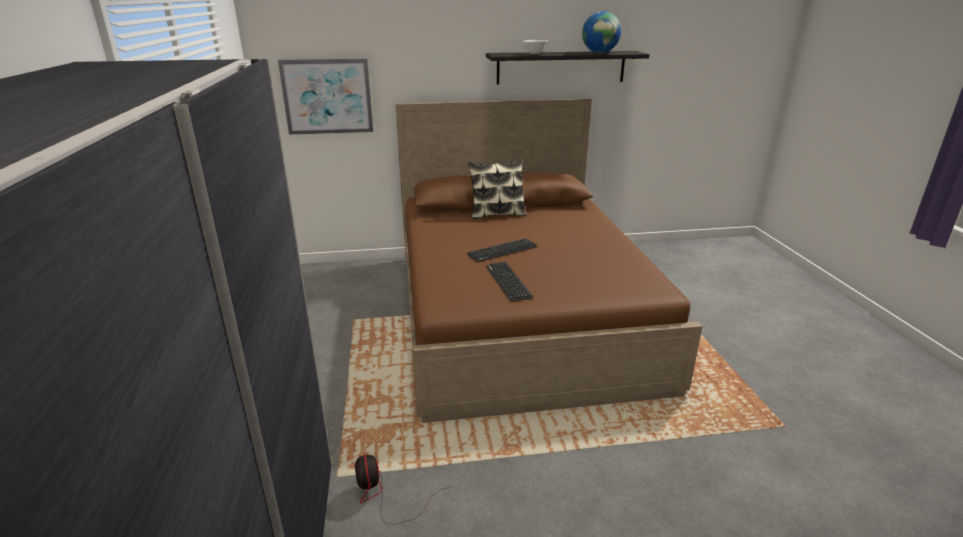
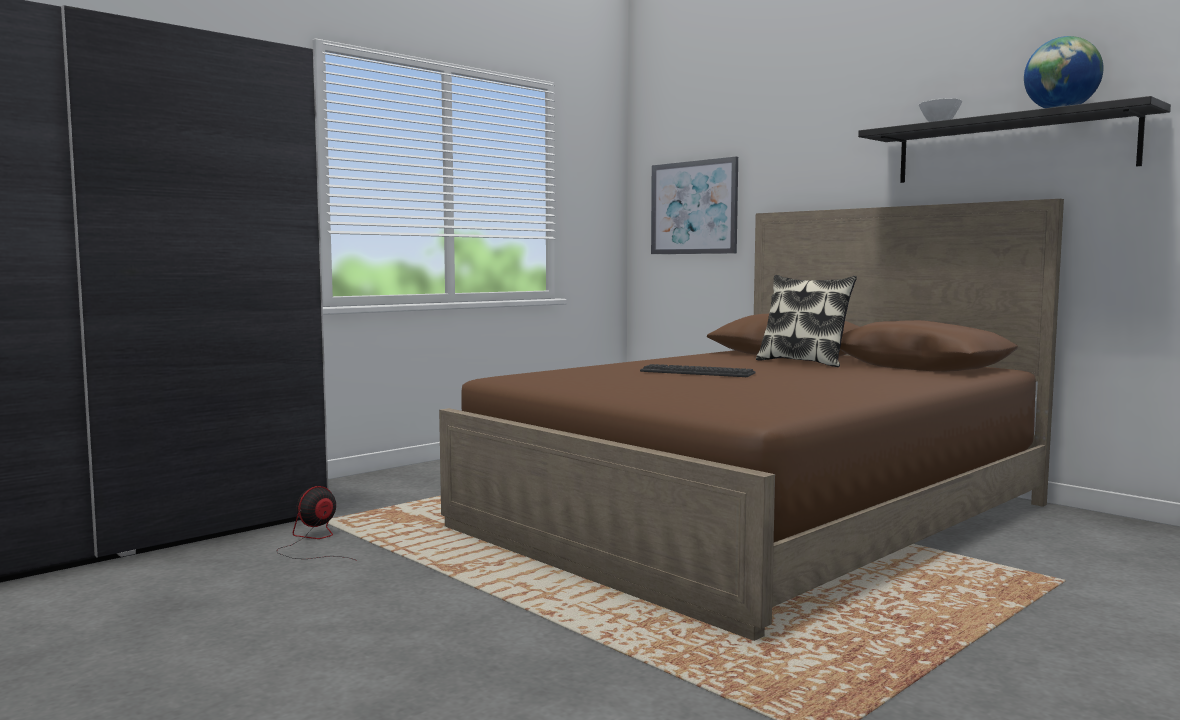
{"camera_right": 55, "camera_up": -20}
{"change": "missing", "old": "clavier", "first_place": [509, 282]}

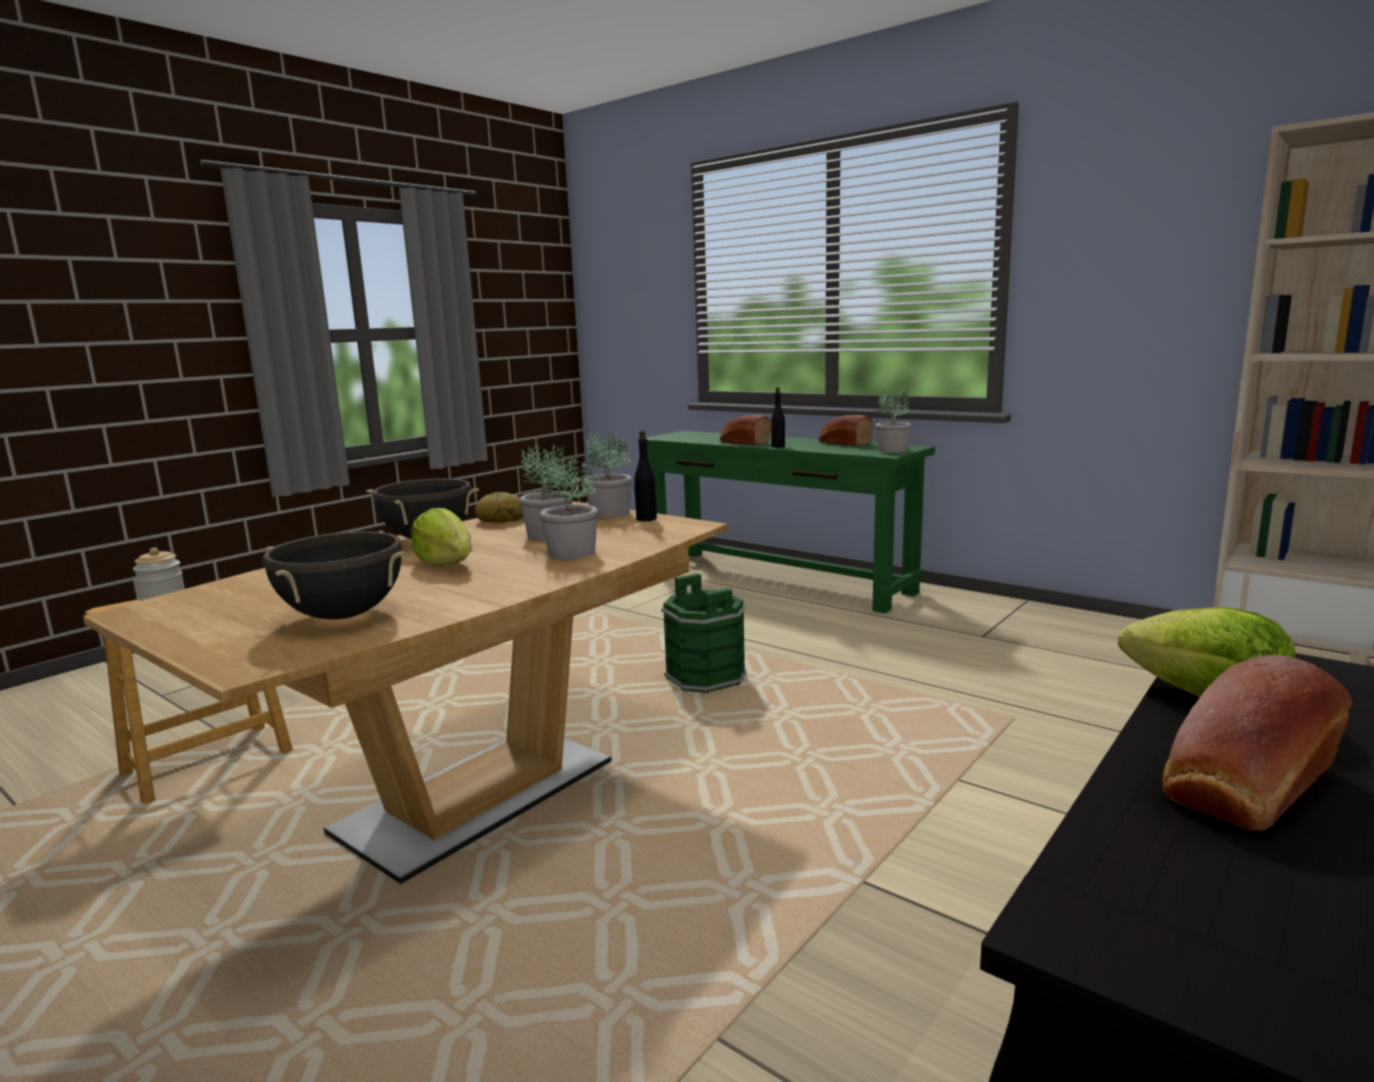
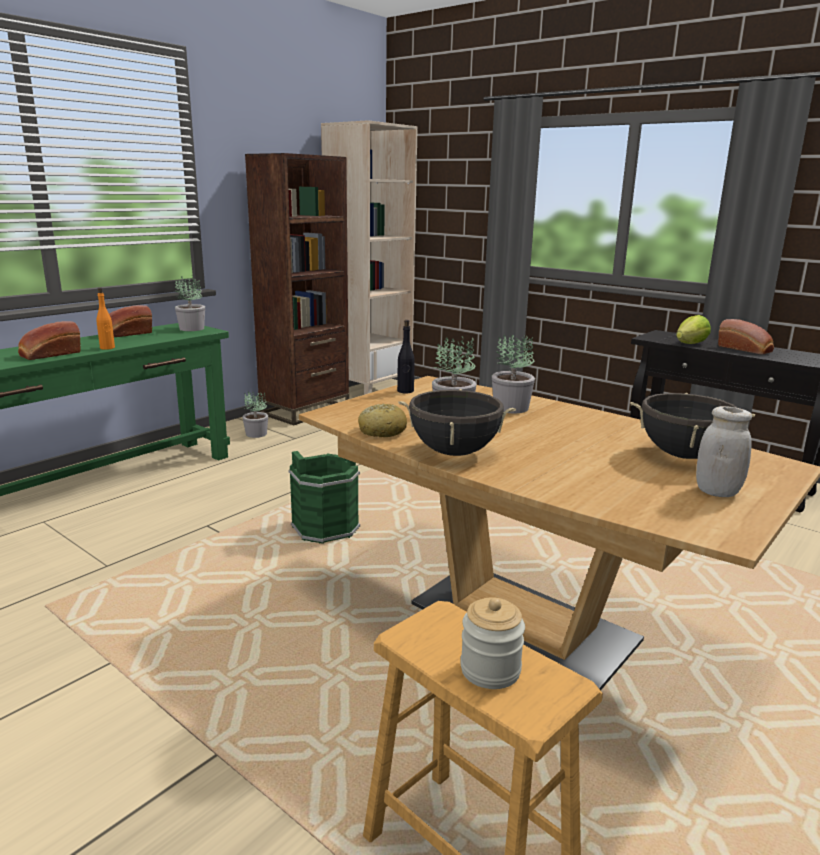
{"camera_right": -90, "camera_up": 5}
{"change": "missing", "old": "laitue", "first_place": [441, 537]}
{"change": "relocated", "old": "plante en pot", "first_place": [608, 474], "second_place": [255, 415]}
{"change": "colour", "old": "bouteille/noir", "new": "bouteille/orange", "first_place": [778, 417], "second_place": [105, 319]}
{"change": "appeared", "new": "bibliothèque/marron", "second_place": [297, 289]}
{"change": "appeared", "new": "bocal/blanc", "second_place": [724, 451]}

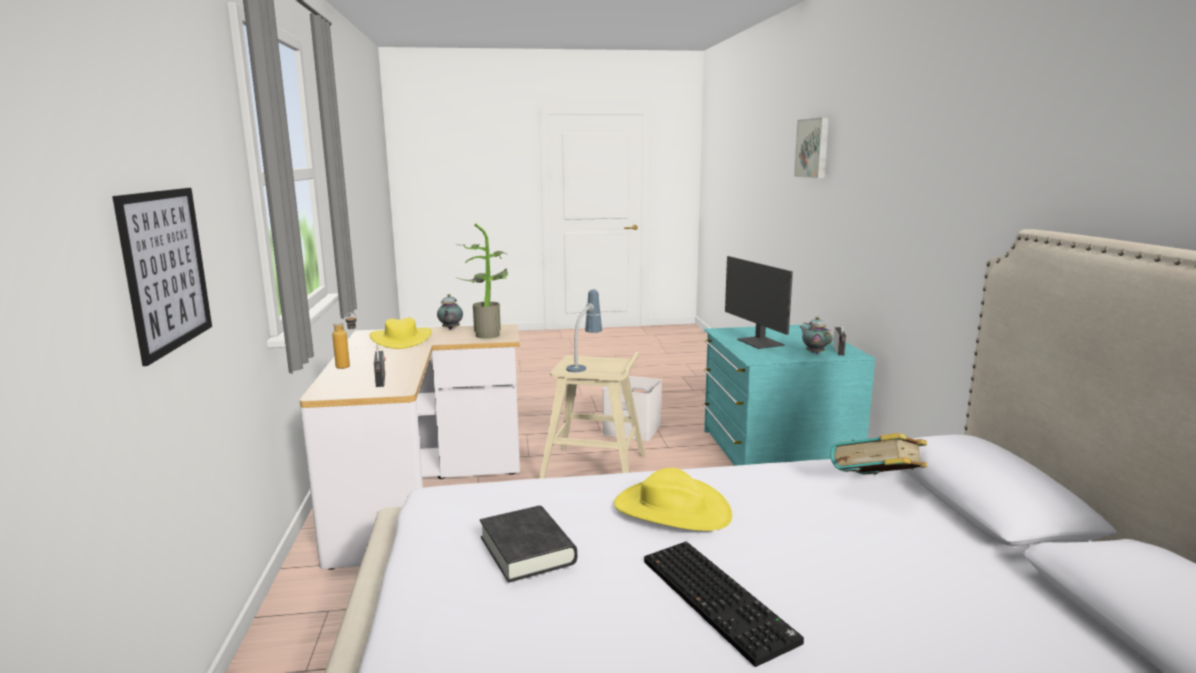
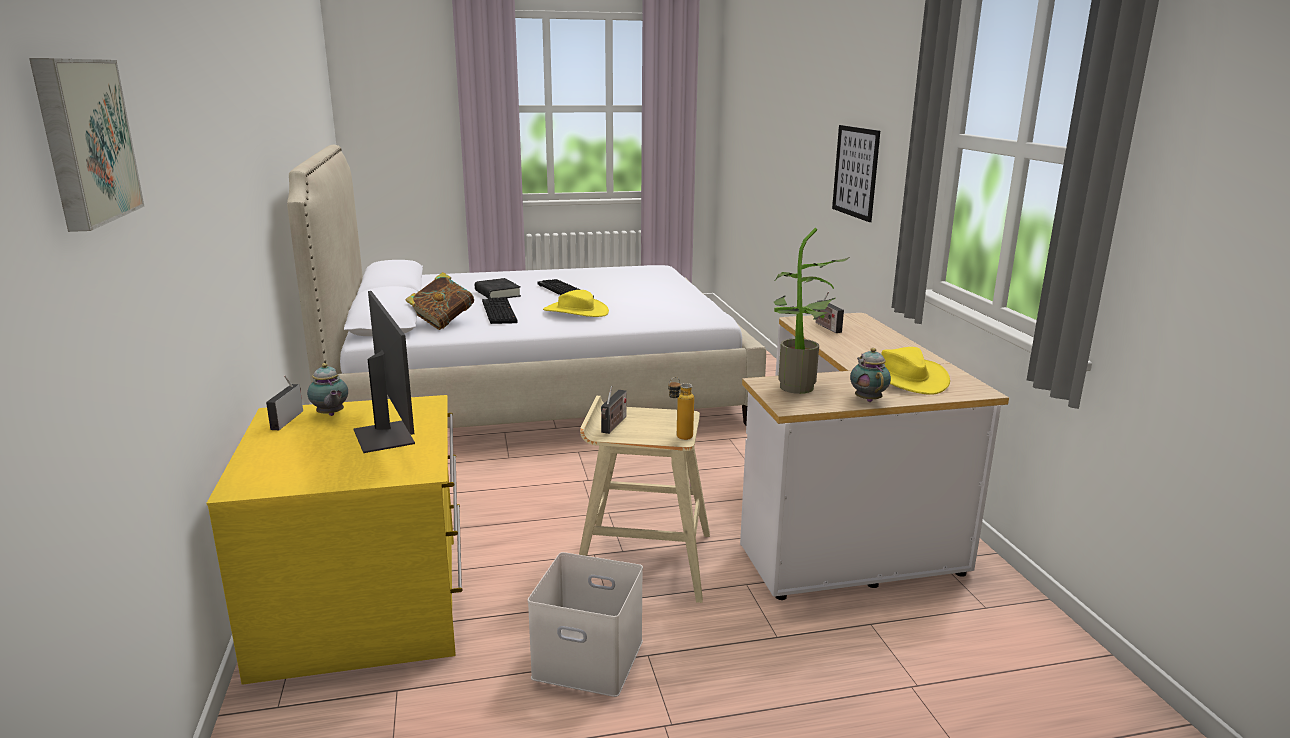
{"camera_right": 175, "camera_up": 5}
{"change": "relocated", "old": "bouteille", "first_place": [344, 340], "second_place": [681, 408]}
{"change": "relocated", "old": "livre/noir", "first_place": [528, 544], "second_place": [498, 288]}
{"change": "missing", "old": "lampe de table", "first_place": [584, 330]}
{"change": "colour", "old": "commode/turquoise", "new": "commode/jaune", "first_place": [789, 395], "second_place": [334, 540]}
{"change": "appeared", "new": "clavier", "second_place": [499, 311]}
{"change": "appeared", "new": "radio", "second_place": [614, 410]}

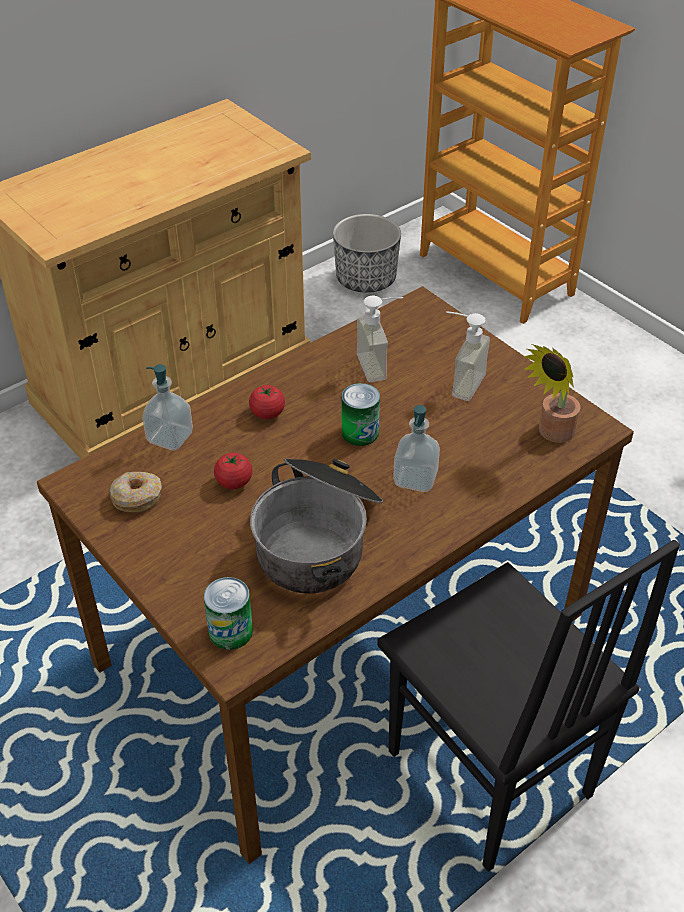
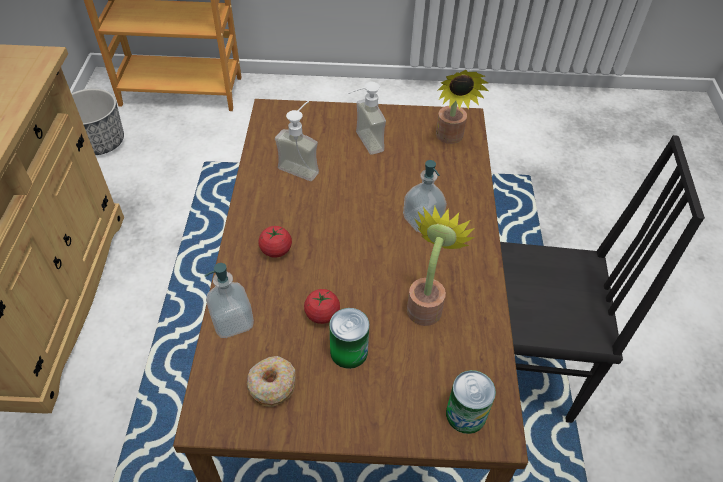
{"camera_right": -50, "camera_up": 5}
{"change": "exchanged", "old": "marmite", "new": "plante en pot", "first_place": [316, 526], "second_place": [441, 266]}
{"change": "relocated", "old": "boîte métallique", "first_place": [361, 414], "second_place": [349, 338]}

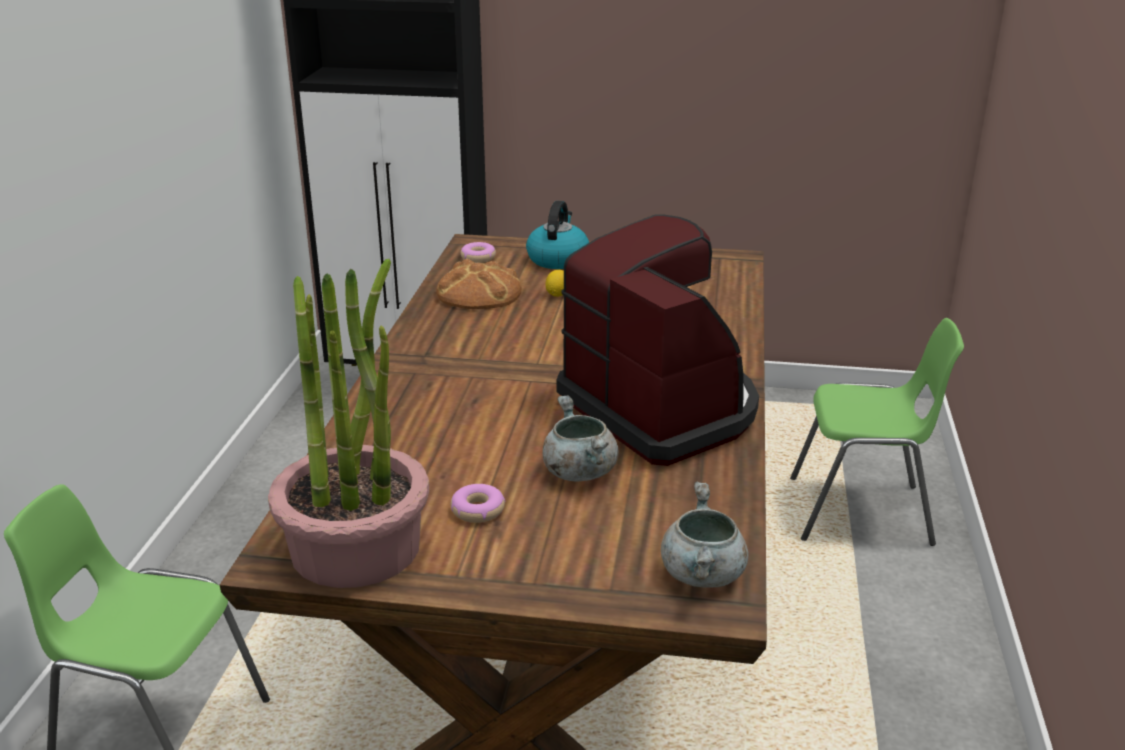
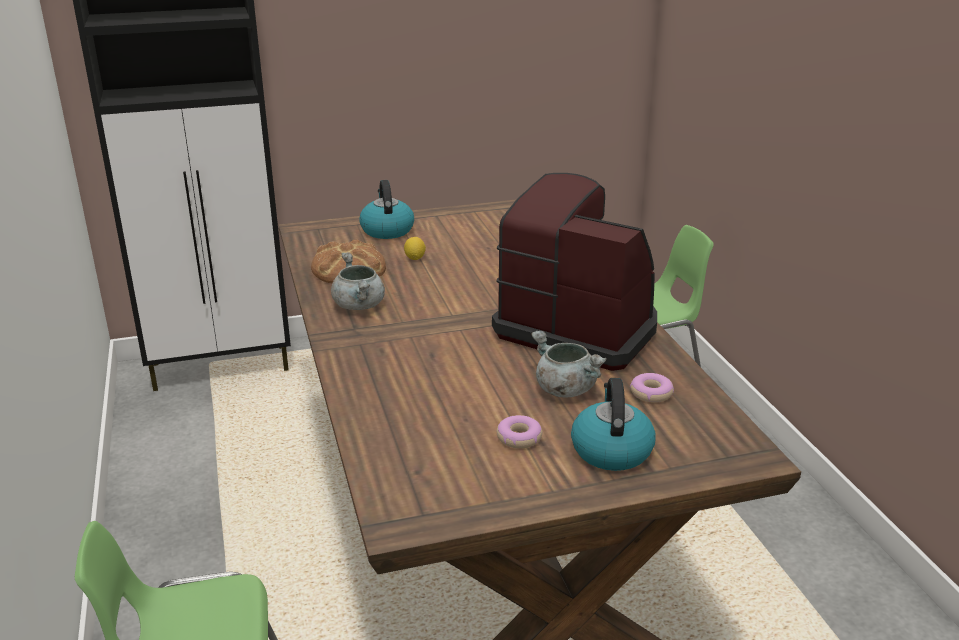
{"camera_right": -25, "camera_up": 0}
{"change": "missing", "old": "plante en pot", "first_place": [348, 423]}
{"change": "relocated", "old": "beignet", "first_place": [478, 252], "second_place": [652, 388]}
{"change": "relocated", "old": "marmite/gris", "first_place": [705, 535], "second_place": [358, 281]}
{"change": "appeared", "new": "bouilloire", "second_place": [613, 424]}

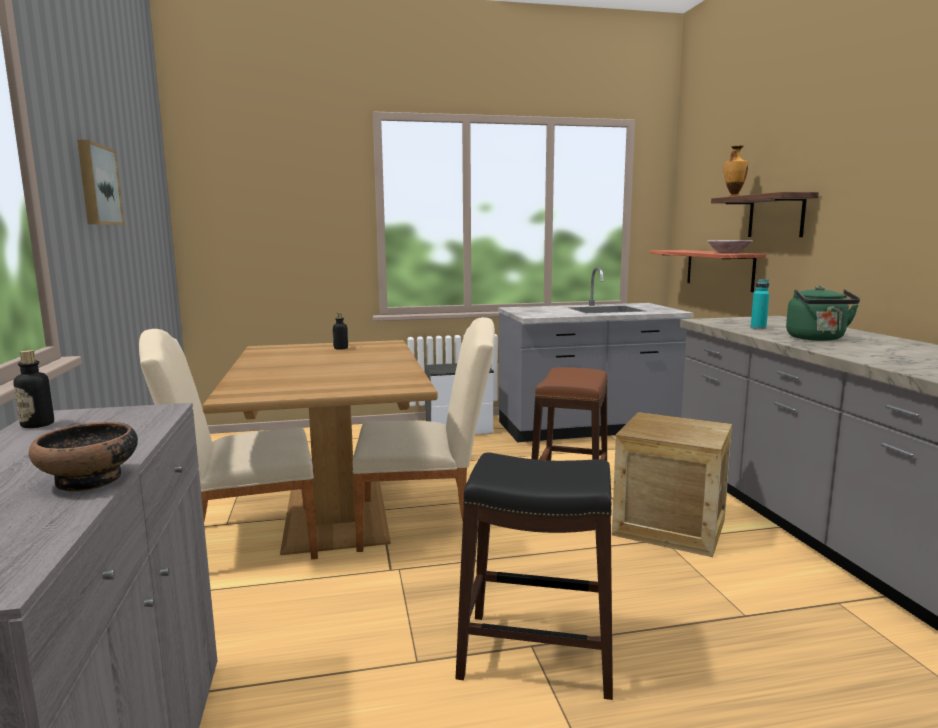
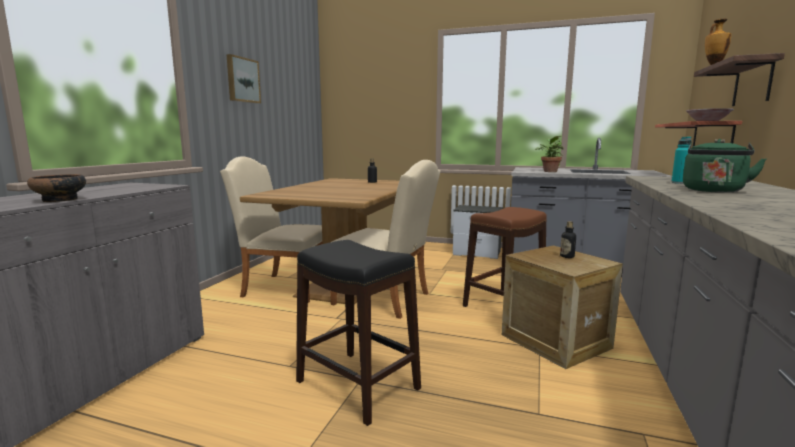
{"camera_right": 30, "camera_up": 0}
{"change": "relocated", "old": "bouteille", "first_place": [33, 389], "second_place": [568, 239]}
{"change": "appeared", "new": "plante en pot", "second_place": [549, 154]}

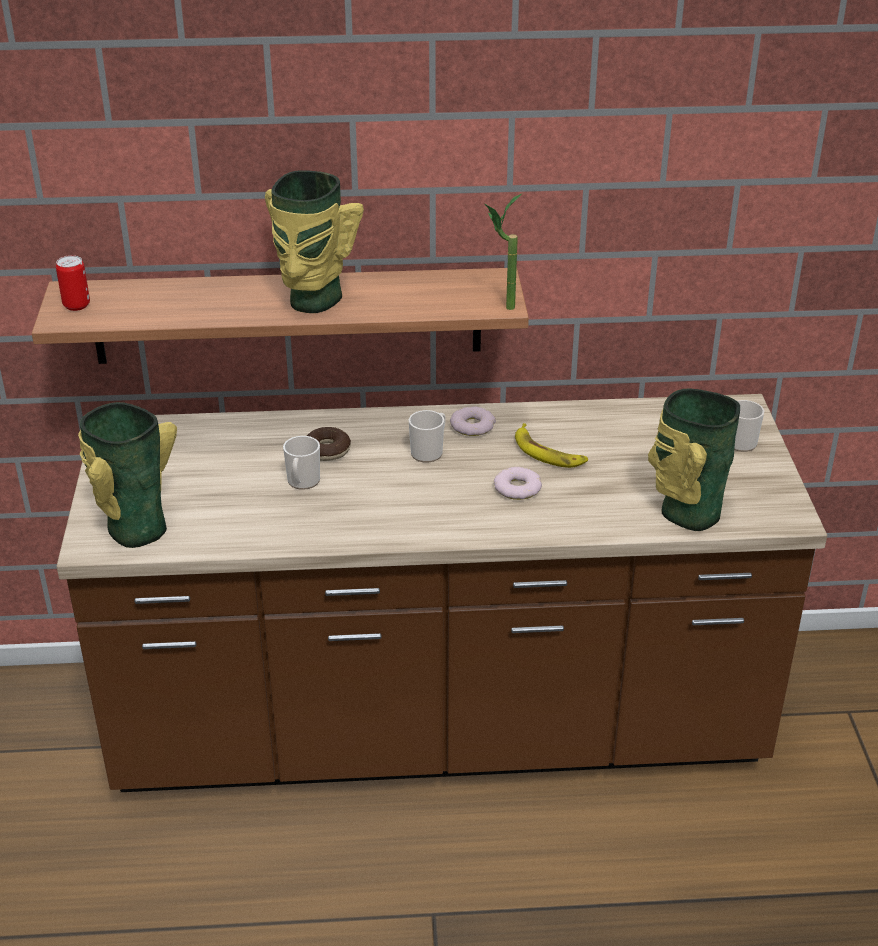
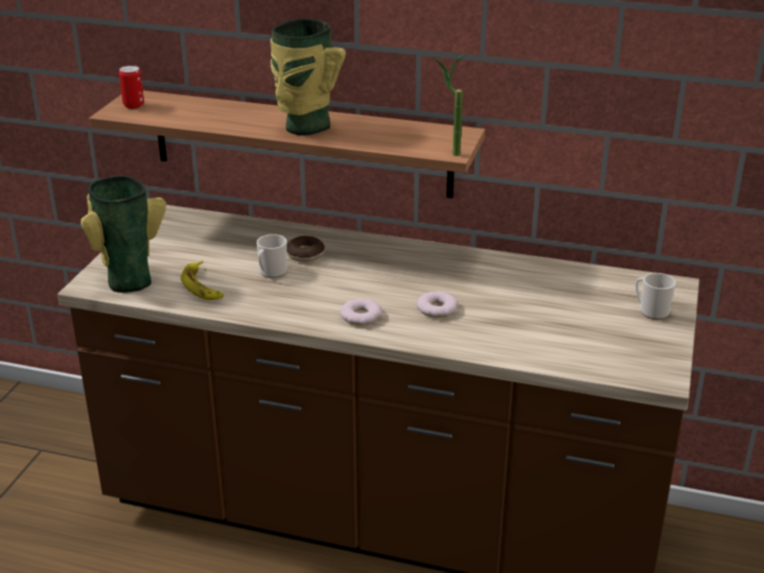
{"camera_right": 20, "camera_up": -5}
{"change": "missing", "old": "mug", "first_place": [427, 436]}
{"change": "relocated", "old": "beignet", "first_place": [473, 421], "second_place": [361, 311]}
{"change": "relocated", "old": "banane", "first_place": [551, 445], "second_place": [202, 280]}
{"change": "missing", "old": "vase", "first_place": [694, 460]}

